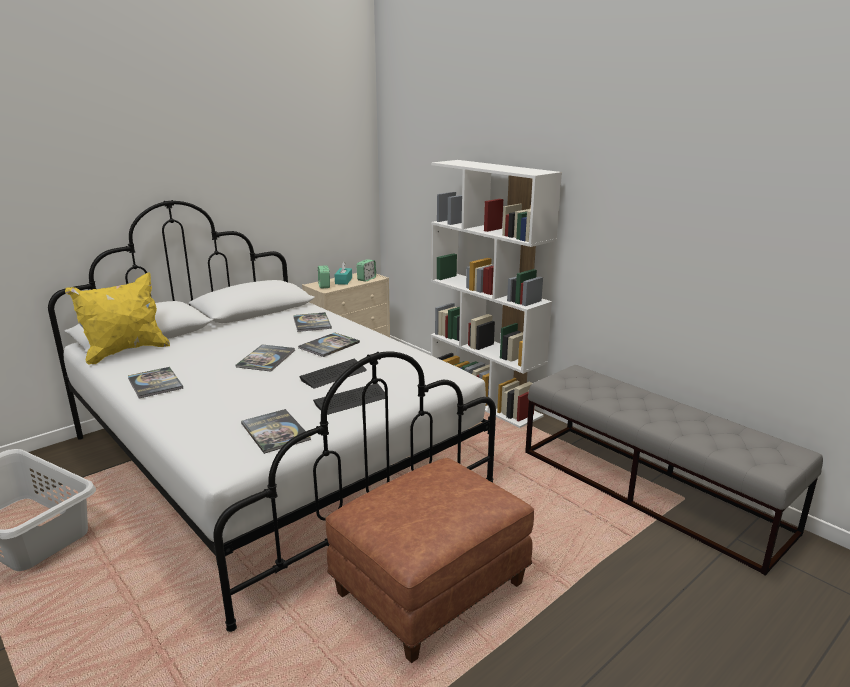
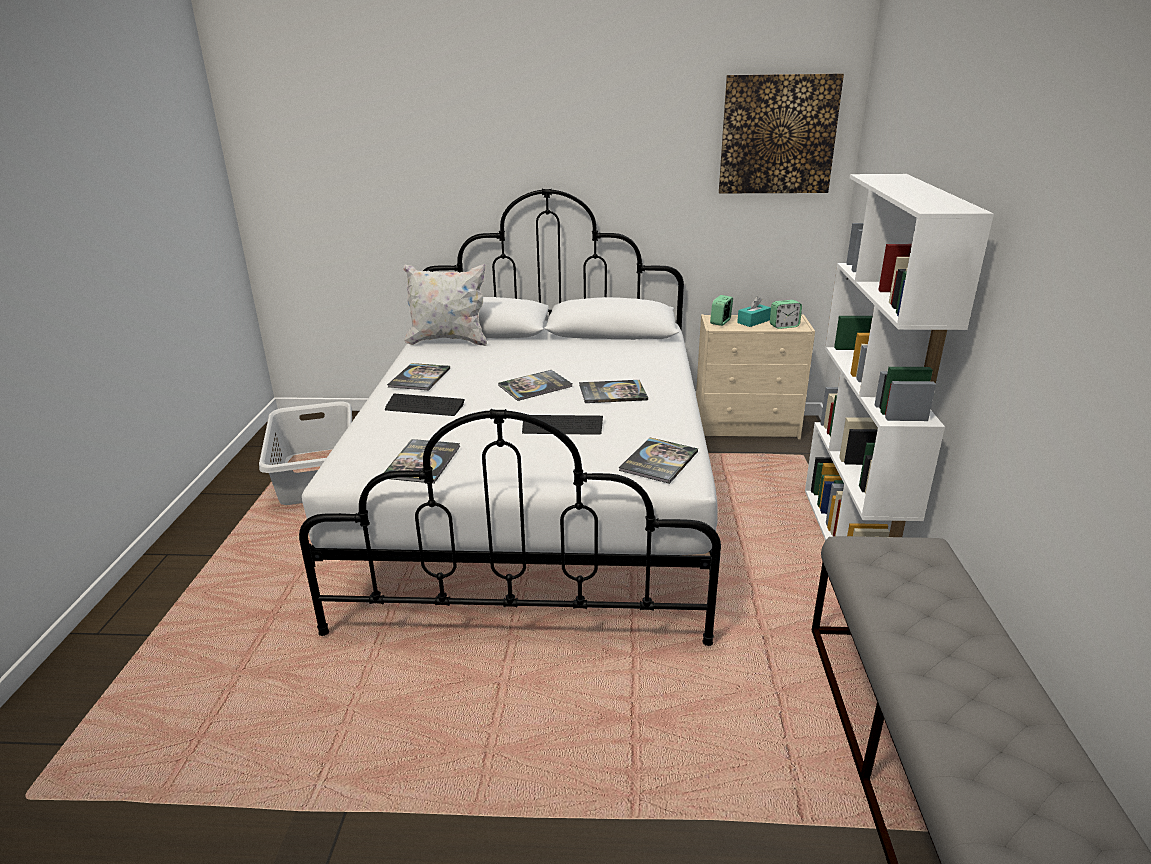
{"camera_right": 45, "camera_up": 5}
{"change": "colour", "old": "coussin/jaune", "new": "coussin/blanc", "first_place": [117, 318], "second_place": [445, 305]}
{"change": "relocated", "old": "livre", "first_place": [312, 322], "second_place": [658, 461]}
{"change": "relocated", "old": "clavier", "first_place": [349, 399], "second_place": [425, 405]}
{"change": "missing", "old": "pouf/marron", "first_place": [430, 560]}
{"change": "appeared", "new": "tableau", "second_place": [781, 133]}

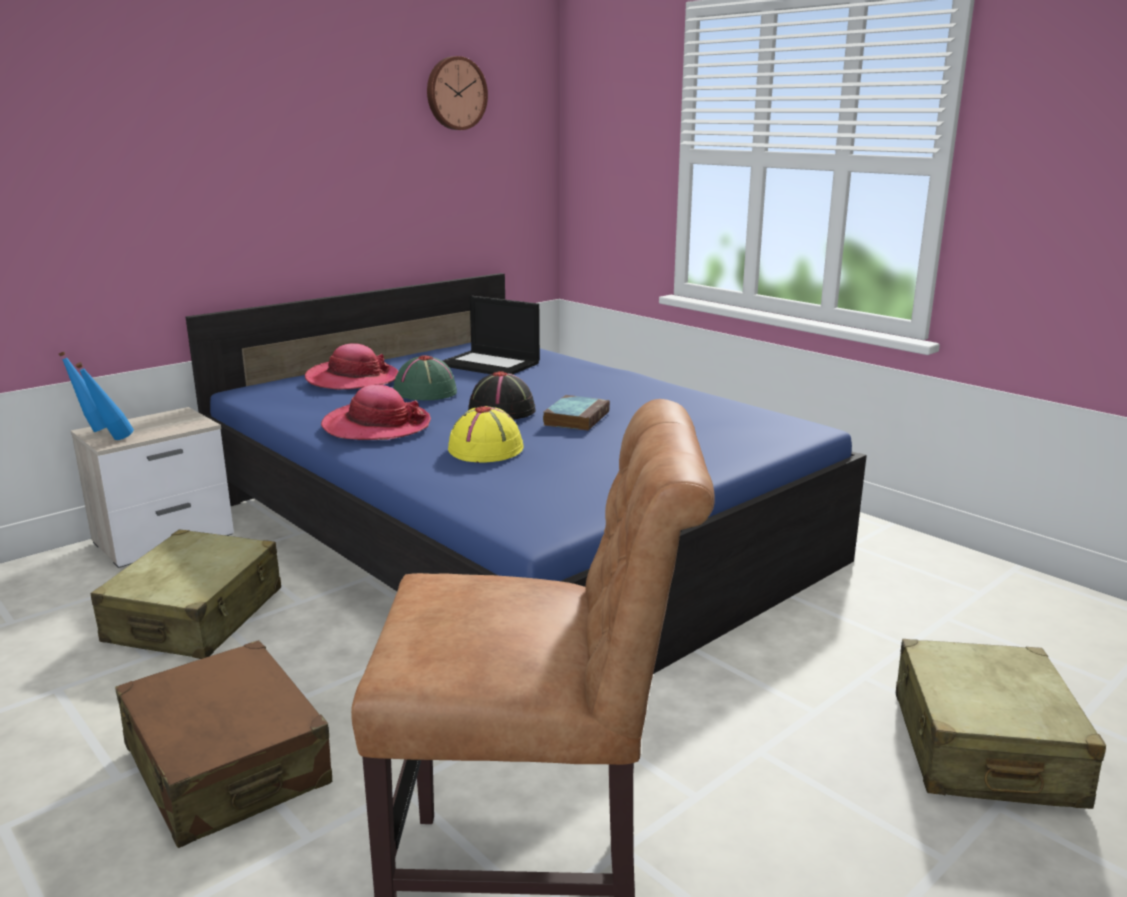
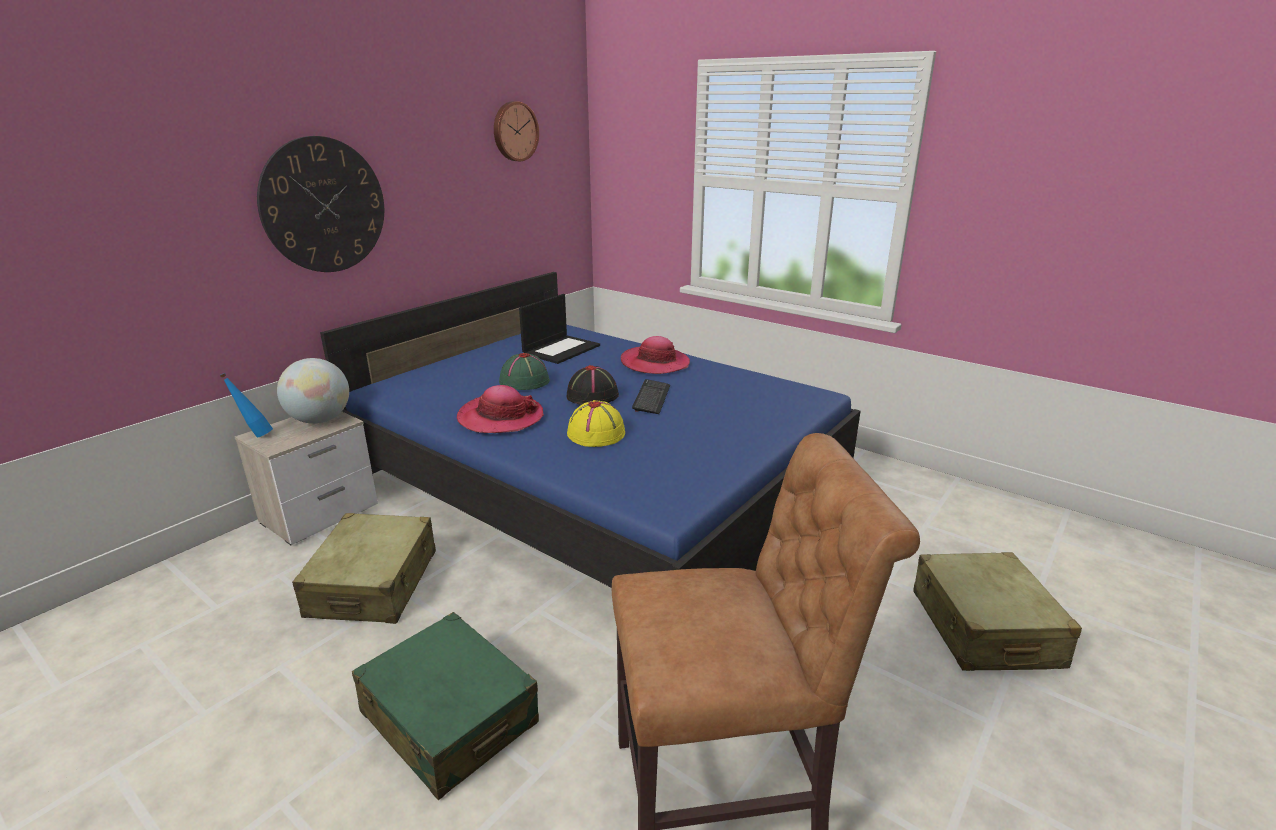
{"camera_right": -10, "camera_up": 5}
{"change": "missing", "old": "bouteille/bleu", "first_place": [104, 401]}
{"change": "colour", "old": "valise/marron", "new": "valise/vert", "first_place": [223, 744], "second_place": [445, 706]}
{"change": "relocated", "old": "chapeau", "first_place": [351, 366], "second_place": [655, 355]}
{"change": "spun", "old": "ordinateur portable", "first_place": [491, 335], "second_place": [559, 329], "degrees": -75}
{"change": "exchanged", "old": "livre", "new": "clavier", "first_place": [576, 413], "second_place": [651, 396]}
{"change": "appeared", "new": "horloge murale", "second_place": [320, 204]}
{"change": "appeared", "new": "globe", "second_place": [313, 391]}

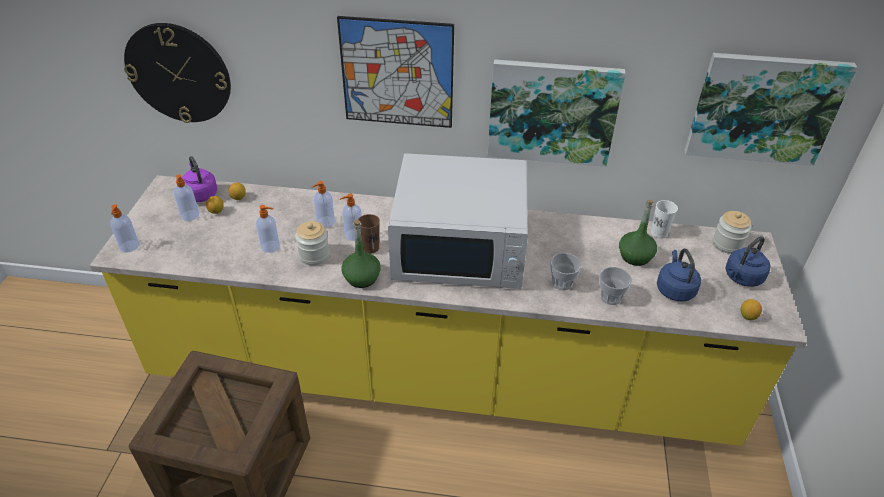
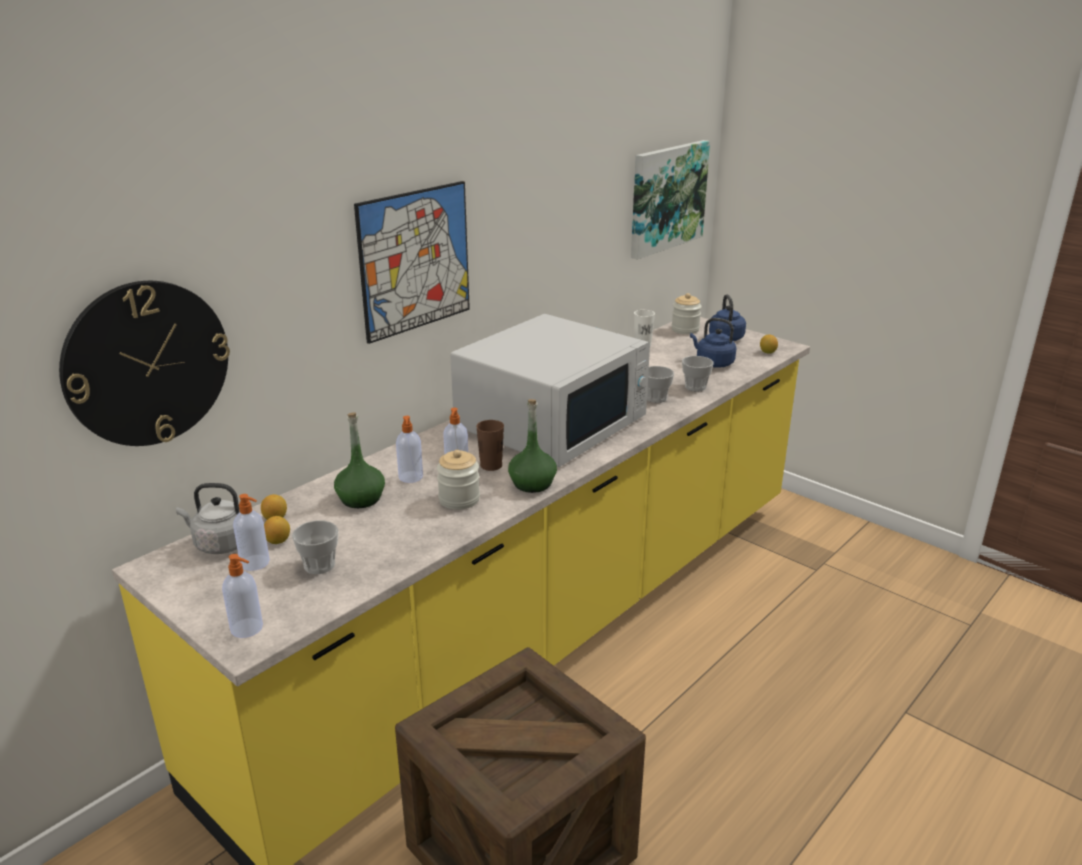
{"camera_right": -55, "camera_up": -15}
{"change": "colour", "old": "bouilloire/violet", "new": "bouilloire/gris", "first_place": [200, 179], "second_place": [208, 518]}
{"change": "missing", "old": "distributeur de savon", "first_place": [268, 229]}
{"change": "missing", "old": "tableau", "first_place": [556, 113]}
{"change": "relocated", "old": "bouteille/vert", "first_place": [638, 233], "second_place": [359, 460]}
{"change": "appeared", "new": "tasse", "second_place": [315, 547]}

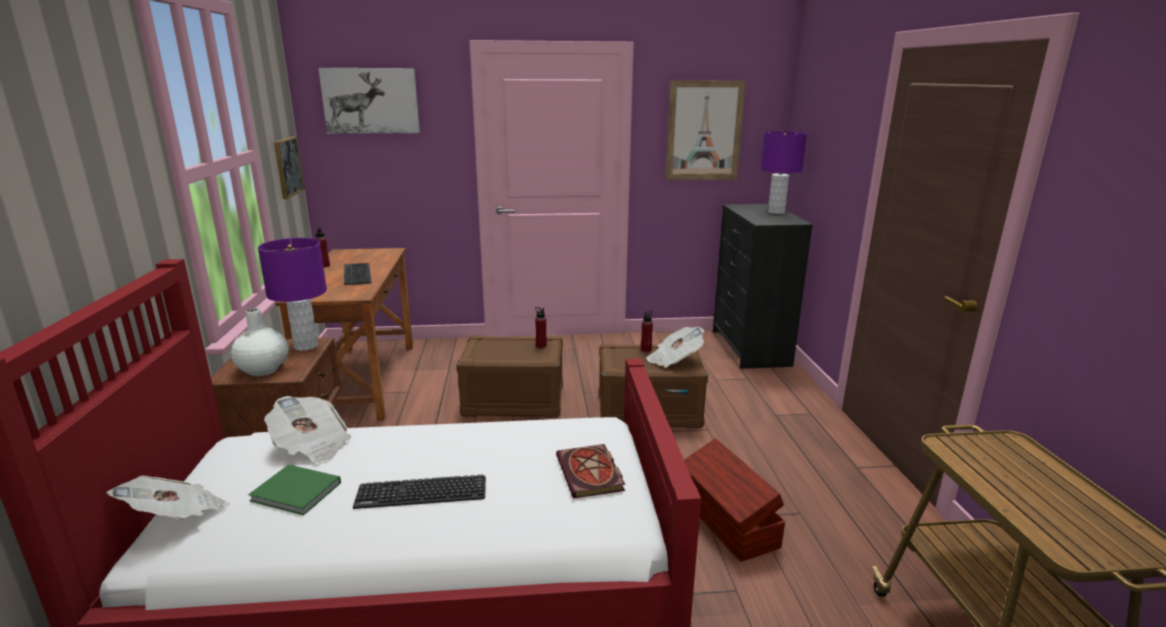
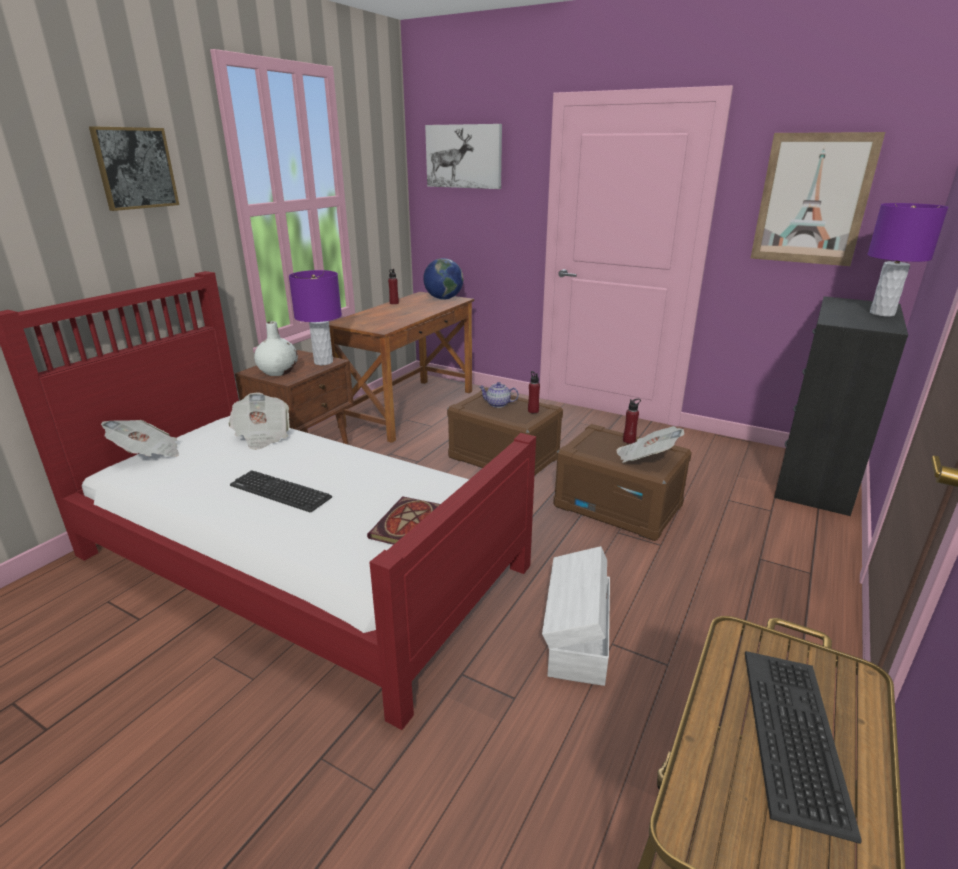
{"camera_right": 35, "camera_up": 5}
{"change": "missing", "old": "livre/vert", "first_place": [294, 489]}
{"change": "relocated", "old": "tableau", "first_place": [289, 167], "second_place": [134, 168]}
{"change": "relocated", "old": "clavier", "first_place": [357, 274], "second_place": [803, 747]}
{"change": "colour", "old": "boîte de rangement/marron", "new": "boîte de rangement/blanc", "first_place": [734, 500], "second_place": [576, 616]}
{"change": "appeared", "new": "globe", "second_place": [443, 279]}
{"change": "appeared", "new": "théière", "second_place": [498, 395]}

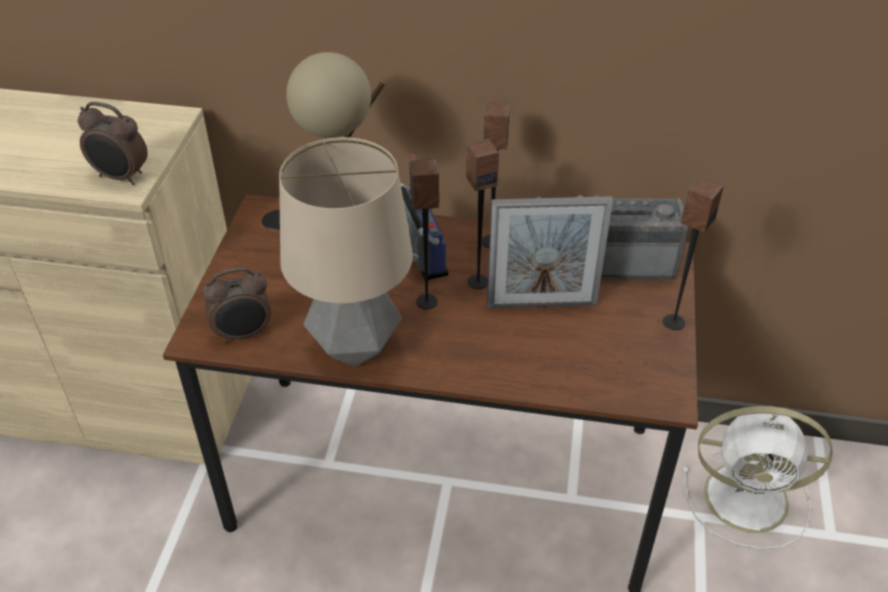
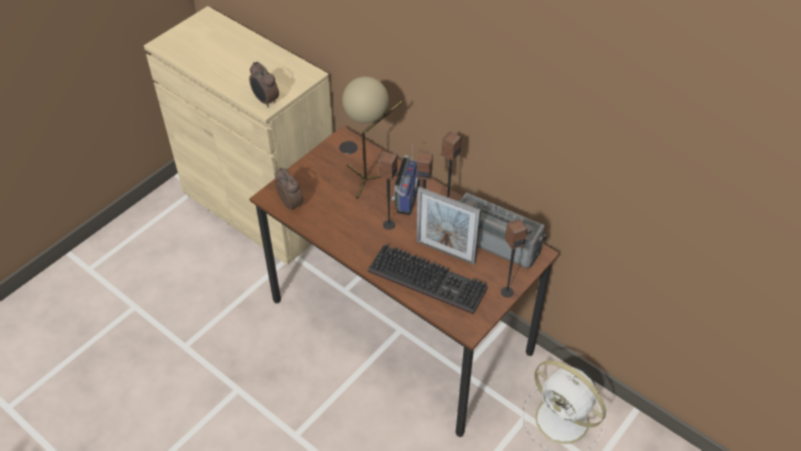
{"camera_right": 30, "camera_up": 5}
{"change": "spun", "old": "réveil", "first_place": [237, 305], "second_place": [289, 189], "degrees": -135}
{"change": "missing", "old": "lampe de table", "first_place": [346, 251]}
{"change": "appeared", "new": "clavier", "second_place": [428, 279]}

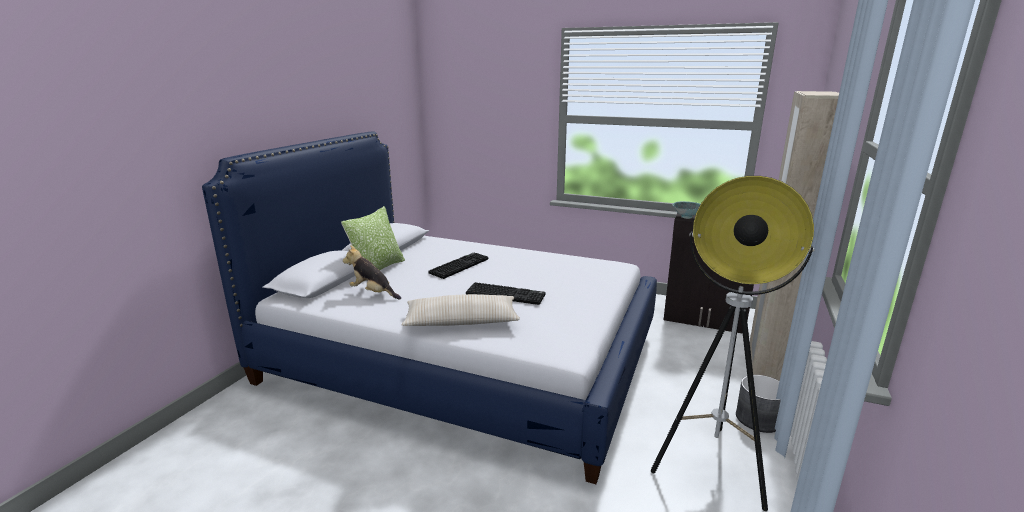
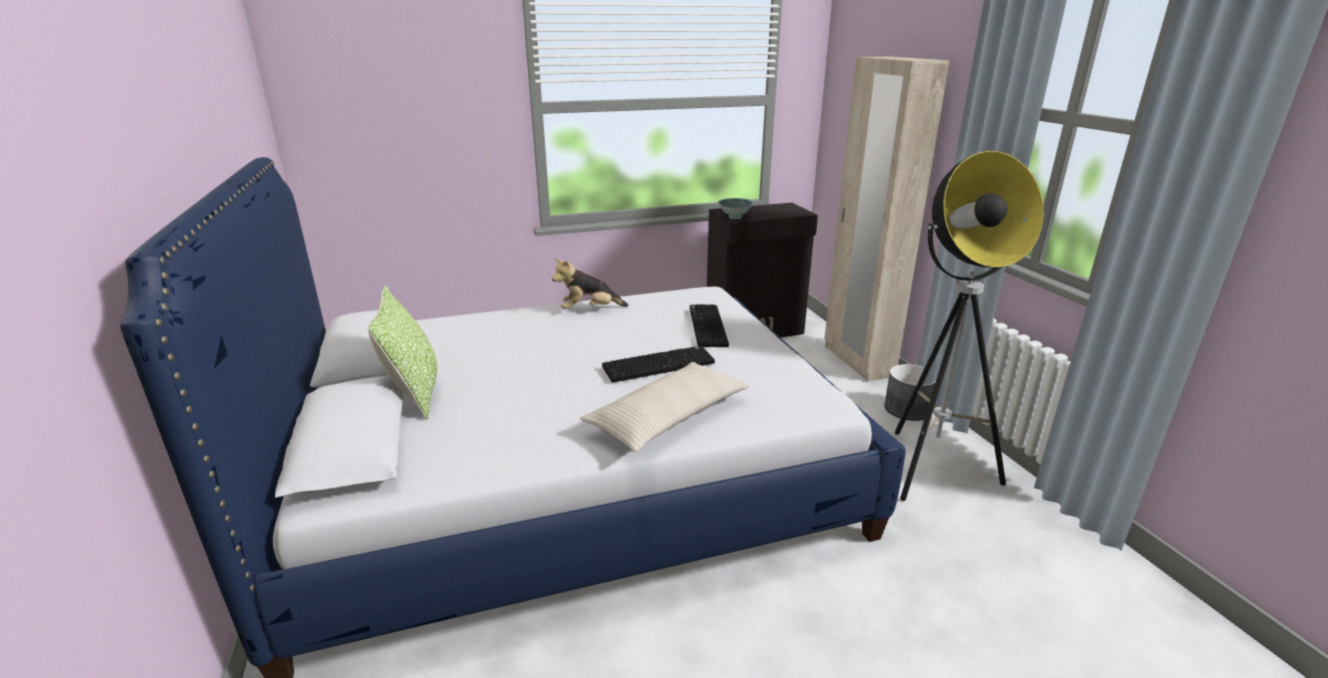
{"camera_right": -40, "camera_up": 5}
{"change": "relocated", "old": "peluche", "first_place": [372, 272], "second_place": [590, 283]}
{"change": "relocated", "old": "clavier", "first_place": [458, 266], "second_place": [709, 325]}

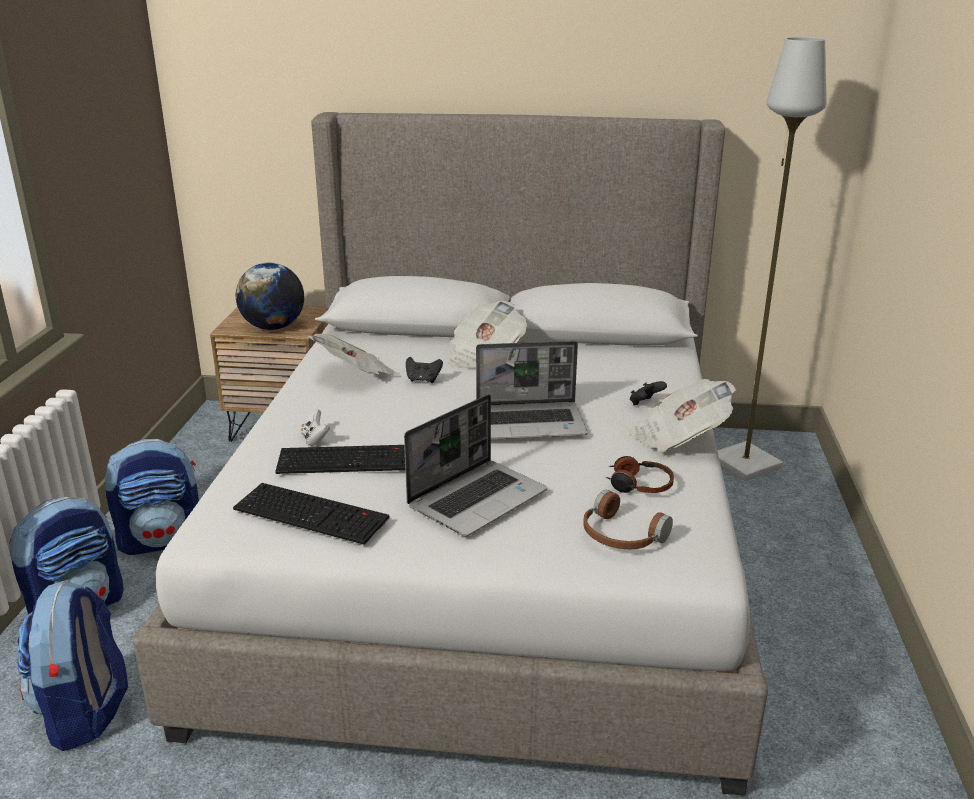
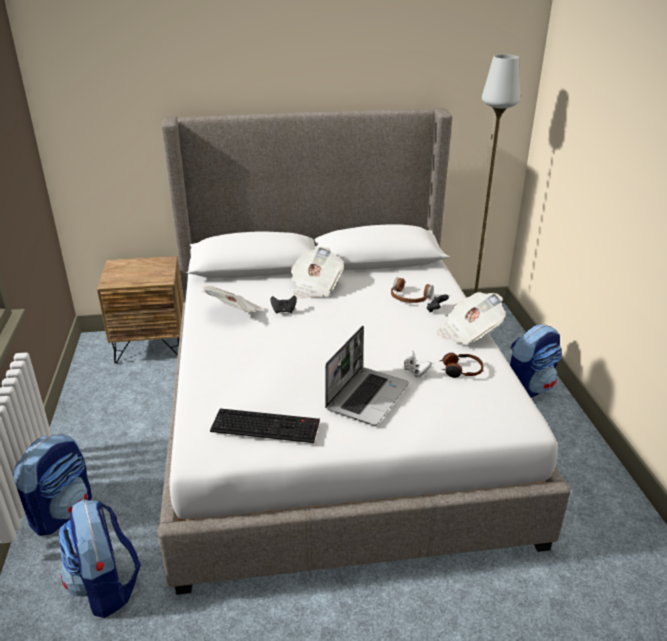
{"camera_right": -15, "camera_up": 5}
{"change": "relocated", "old": "sac à dos", "first_place": [152, 497], "second_place": [536, 361]}
{"change": "missing", "old": "globe", "first_place": [270, 296]}
{"change": "missing", "old": "clavier", "first_place": [340, 459]}
{"change": "relocated", "old": "manette/blanc", "first_place": [315, 427], "second_place": [417, 364]}
{"change": "missing", "old": "ordinateur portable", "first_place": [531, 390]}
{"change": "relocated", "old": "casque audio/marron", "first_place": [628, 519], "second_place": [412, 290]}

